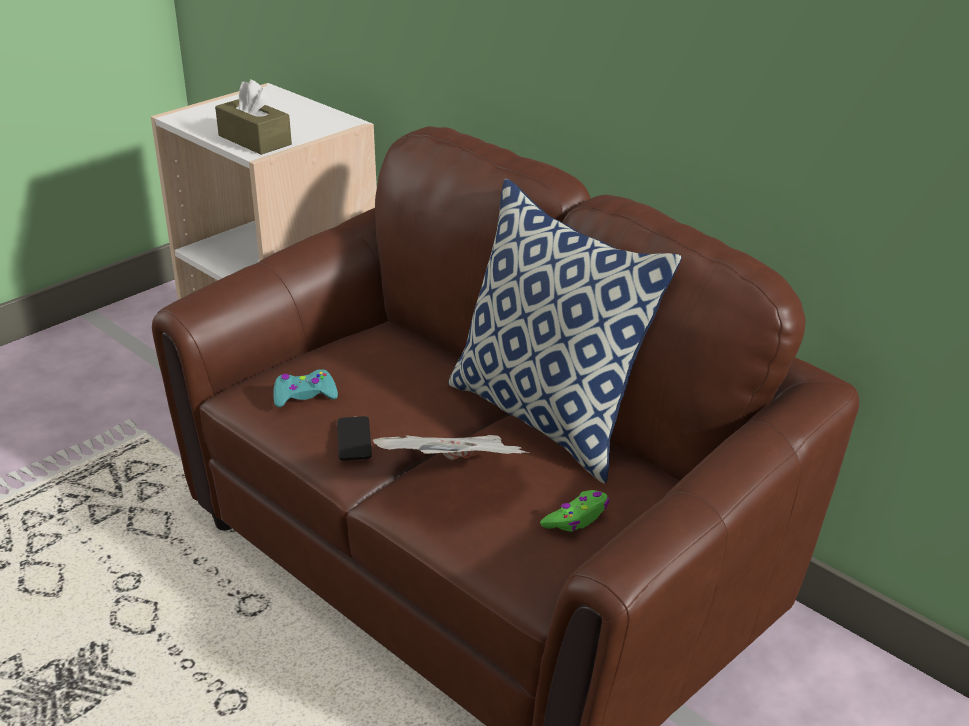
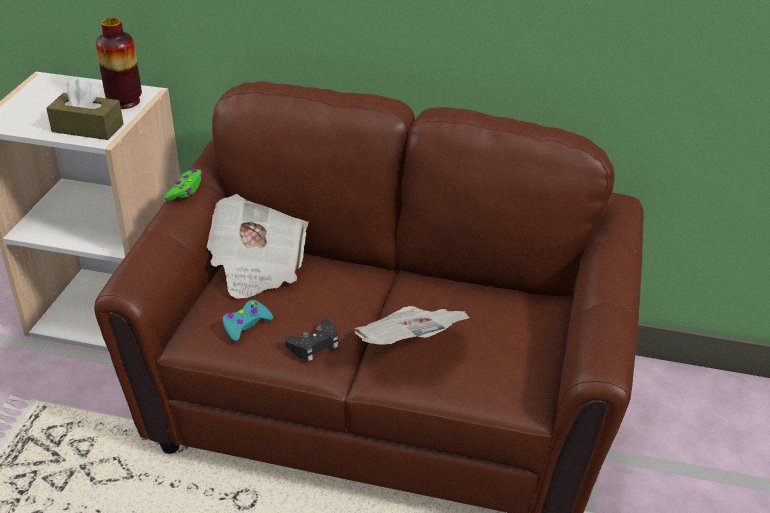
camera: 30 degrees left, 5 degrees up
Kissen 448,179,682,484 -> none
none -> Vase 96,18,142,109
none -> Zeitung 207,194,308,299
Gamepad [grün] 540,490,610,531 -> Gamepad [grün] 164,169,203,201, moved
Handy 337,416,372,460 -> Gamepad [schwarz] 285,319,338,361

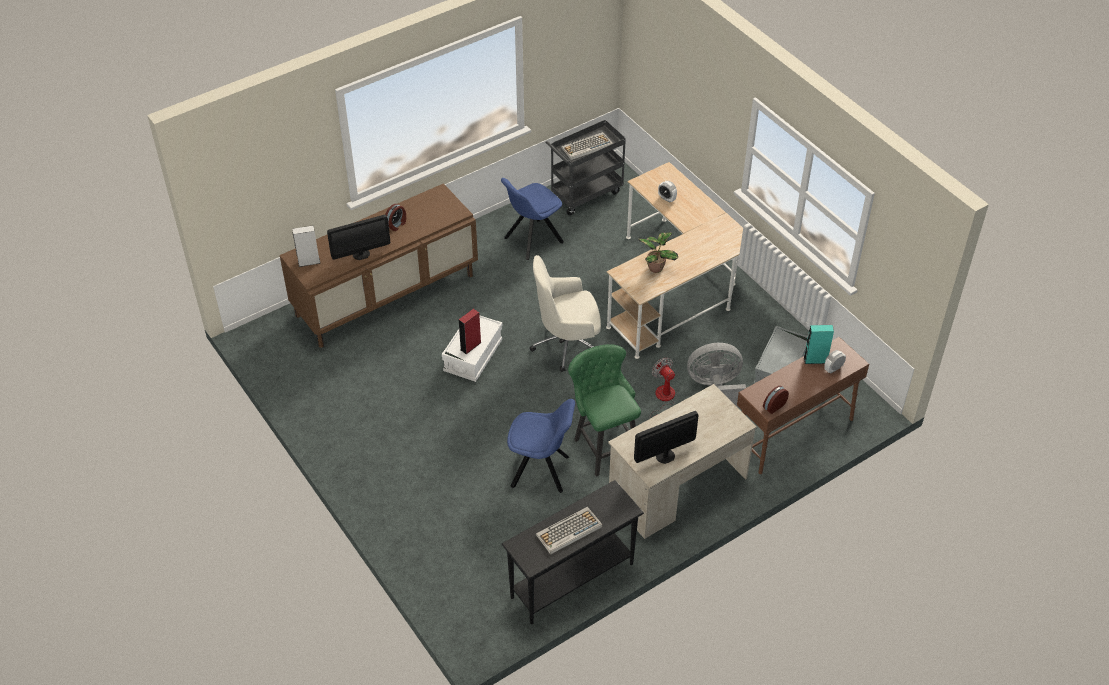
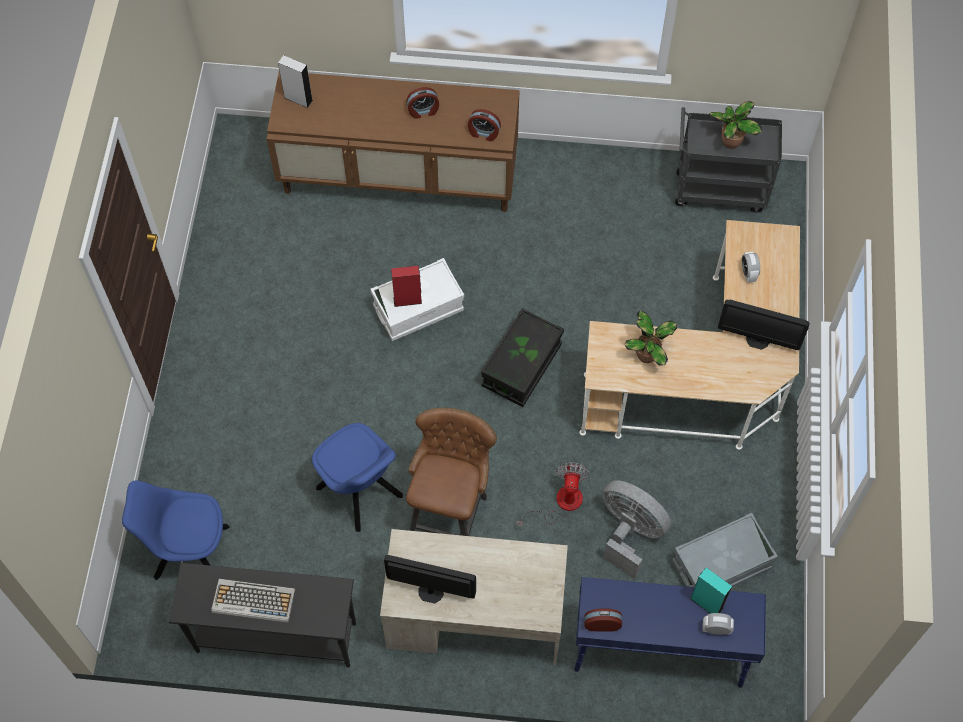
camera: 40 degrees right, 15 degrees up
none -> Wecker 468,109,501,141
Monitor 327,215,390,260 -> Monitor 718,299,810,350, moved
Stuhl [blau] 501,178,564,260 -> Stuhl [blau] 122,480,229,580, moved
Bürostuhl [beige] 529,255,601,372 -> Aufbewahrungsbox [schwarz] 481,308,564,407
Tastatur 561,132,613,160 -> Topfpflanze 709,101,762,149
Hocker [grün] 568,344,641,477 -> Hocker [braun] 406,408,497,536
Konsolentisch [braun] 737,337,869,474 -> Konsolentisch [blau] 574,577,766,688

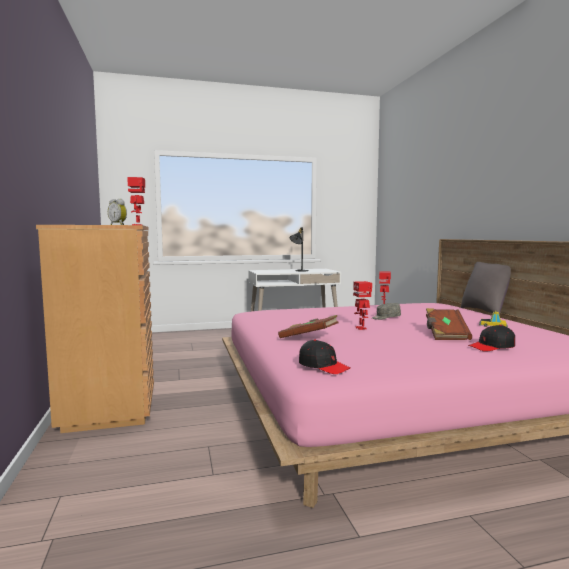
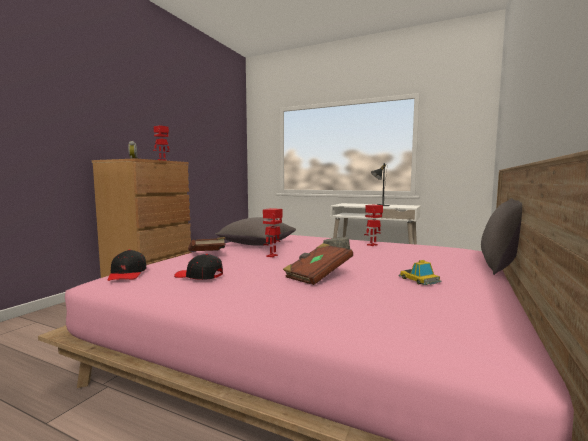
camera: 40 degrees right, 0 degrees up
none -> Kissen [grau] 215,217,296,246
Kappe [schwarz] 468,325,515,352 -> Kappe [schwarz] 174,254,223,280, moved

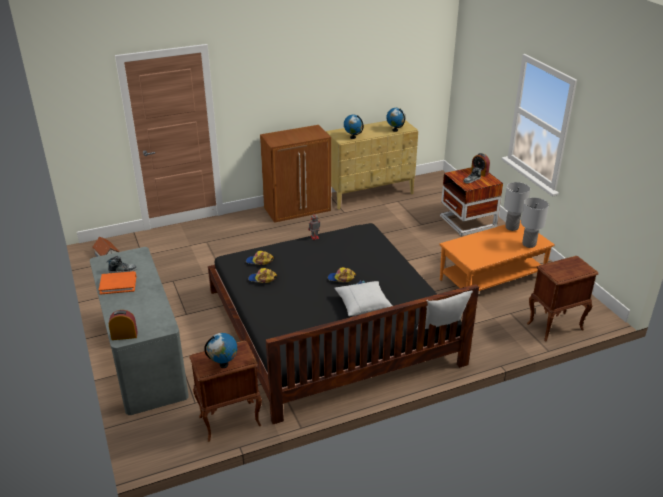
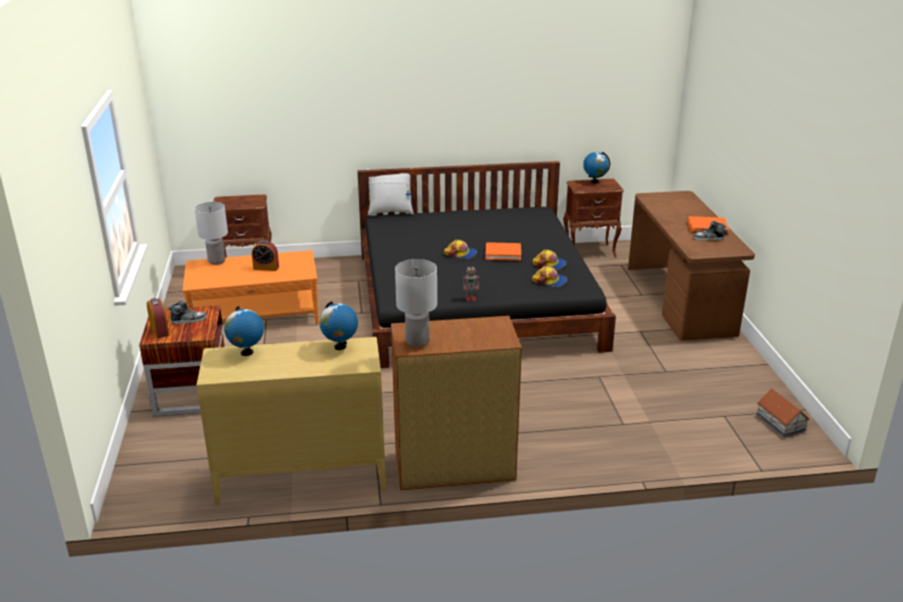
camera: 165 degrees left, 5 degrees down
Kissen [grau] 335,281,392,316 -> none
none -> Buch [orange] 485,242,521,261
Wecker 109,310,138,340 -> Wecker 252,240,279,271, moved
Tischlampe [grau] 504,182,530,231 -> Tischlampe [grau] 395,259,437,347, moved
Schreibtisch [grau] 90,247,189,415 -> Schreibtisch [braun] 628,191,755,341

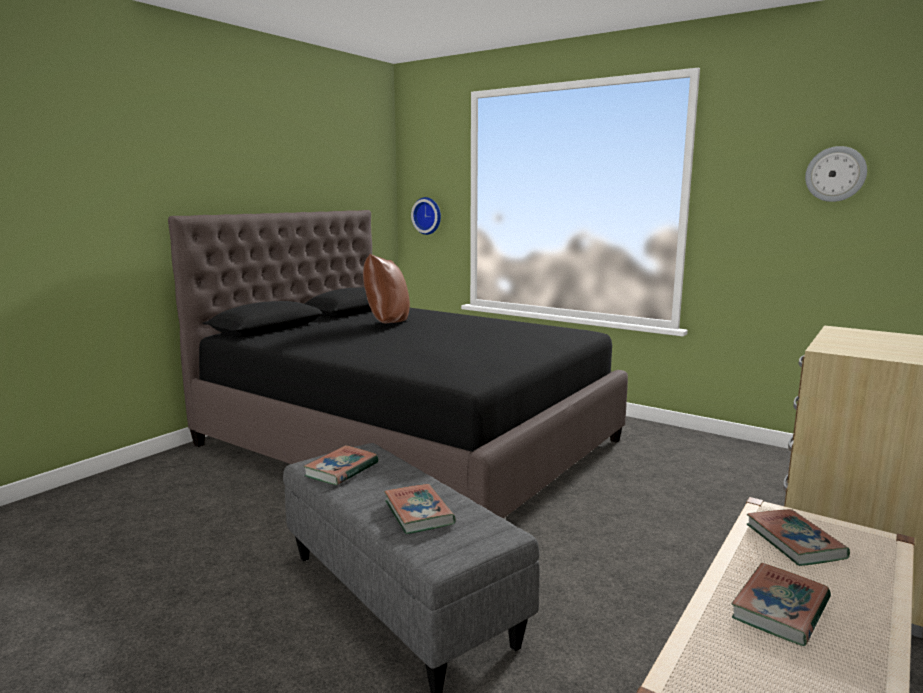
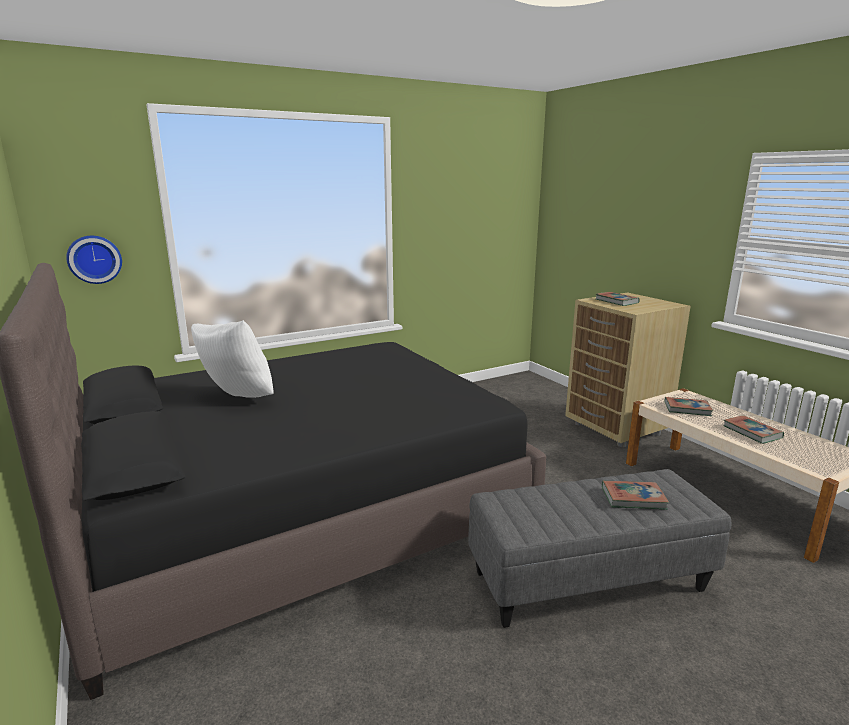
camera: 65 degrees left, 5 degrees up
Wanduhr 805,146,867,202 -> none
Buch 303,445,378,485 -> Buch 595,292,640,306, moved
Kissen [braun] 363,254,410,323 -> Kissen [weiß] 191,320,274,397

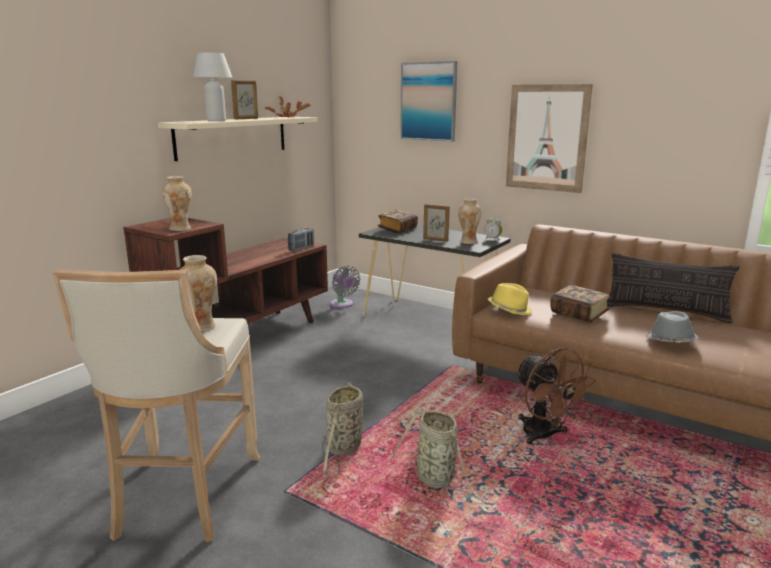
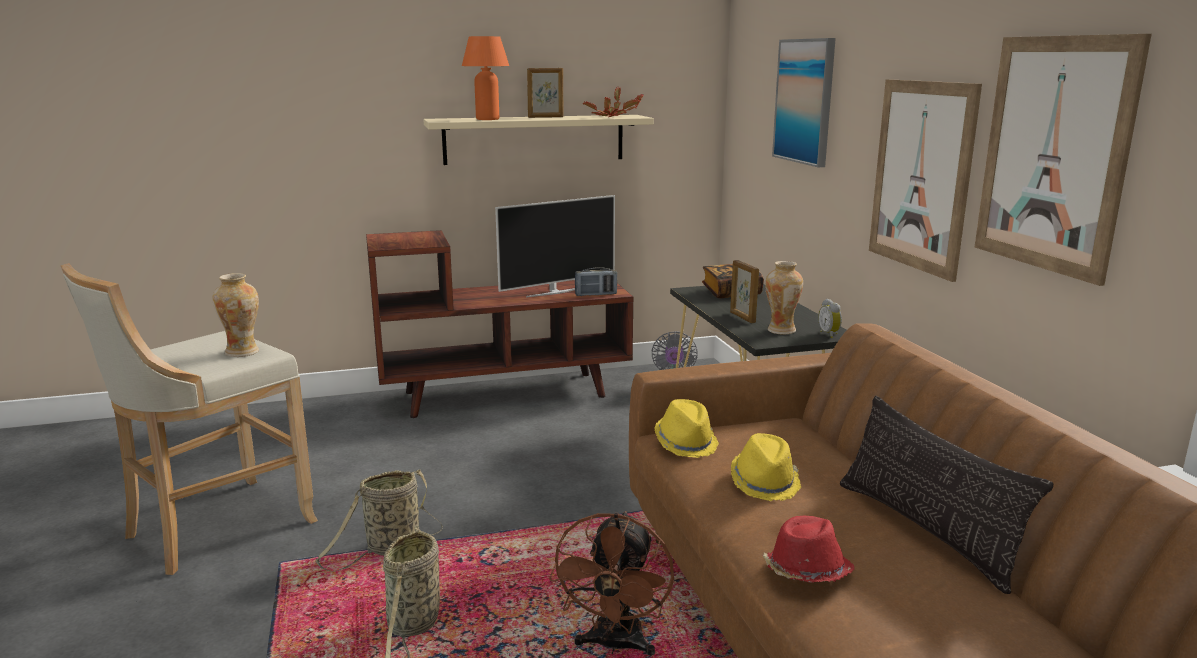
camera: 40 degrees right, 0 degrees up
Vase 162,176,192,231 -> none
none -> Fernseher 495,195,615,297
none -> Bild 975,34,1152,286
Buch 550,285,610,323 -> Hut [gelb] 731,433,801,501
Tischlampe [weiß] 193,53,232,121 -> Tischlampe [orange] 462,36,509,120
Hut [grau] 646,311,698,343 -> Hut [rot] 763,515,855,582

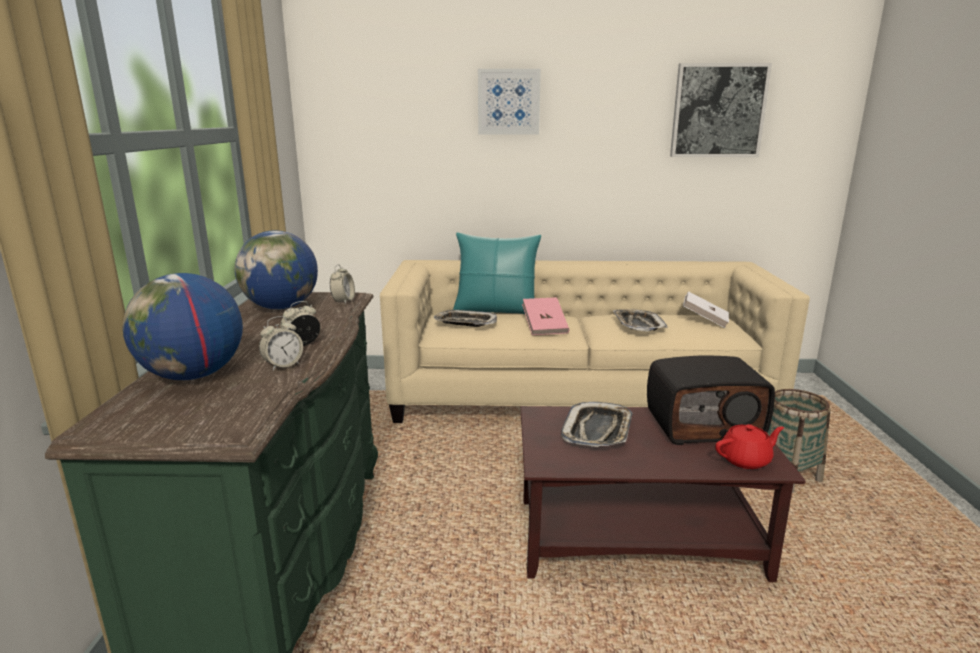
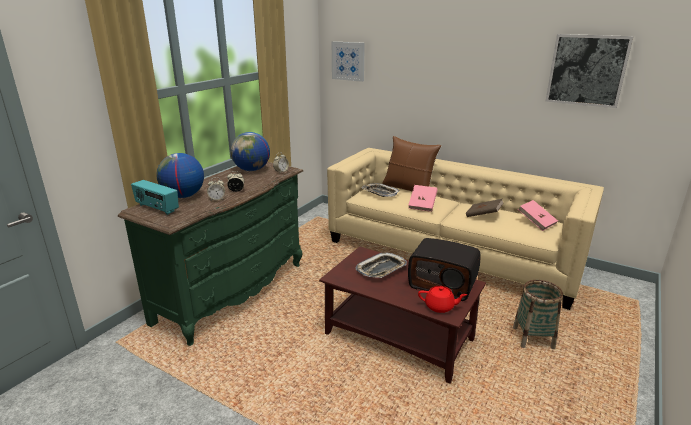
camera: 30 degrees right, 5 degrees up
none -> Radio 131,180,179,215
Bild 478,69,541,135 -> Bild 332,41,365,82, moved
Tablett 613,309,668,332 -> Buch [braun] 466,199,504,217
Kissen [türkis] 453,233,541,314 -> Kissen [braun] 382,136,441,191
Buch [weiß] 683,291,729,328 -> Buch [rosa] 518,200,558,231

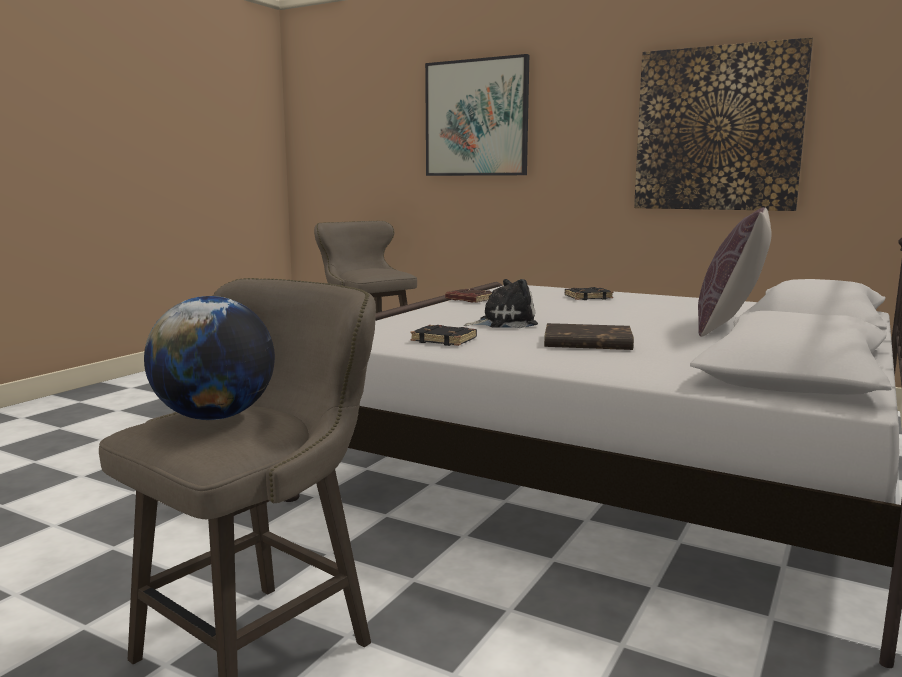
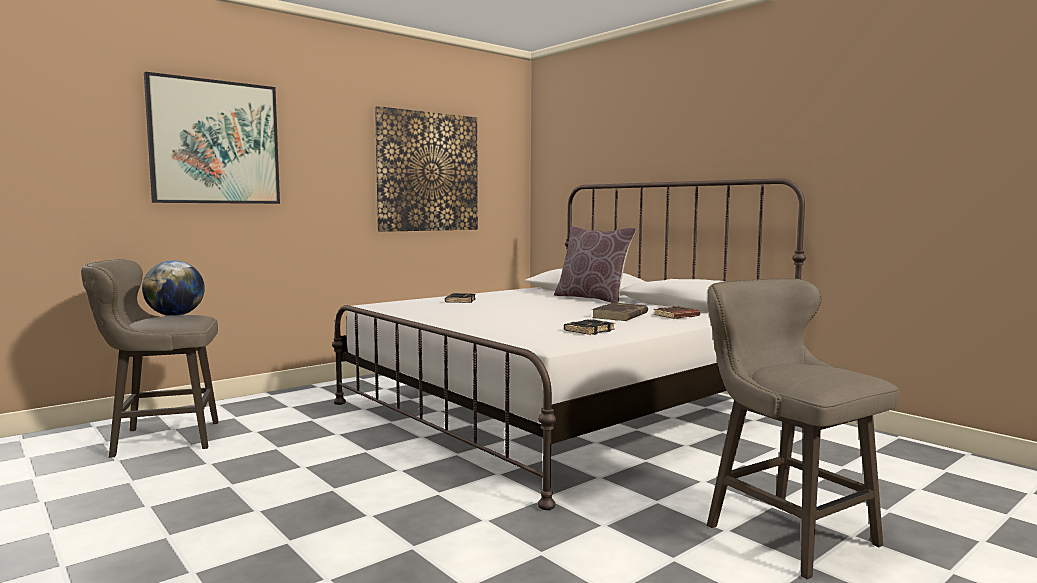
camera: 70 degrees left, 5 degrees down
Plüschtier 464,279,538,328 -> none
Globus 144,296,275,420 -> Globus 142,260,205,316, moved
Buch [braun] 445,288,492,303 -> Buch [braun] 653,306,700,319, moved

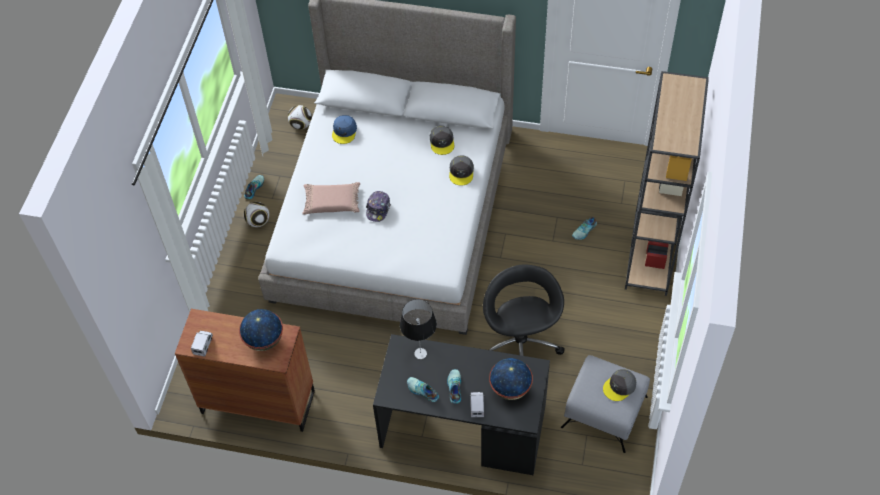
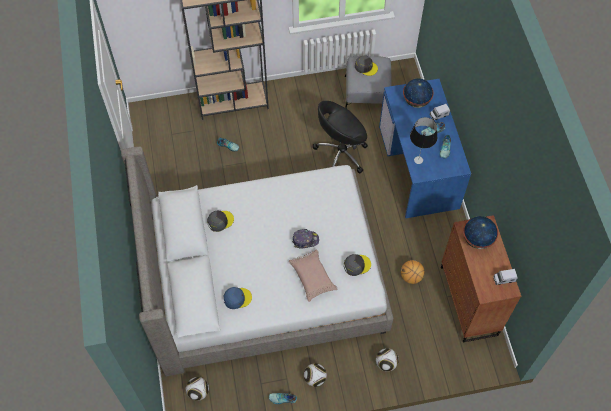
camera: 115 degrees left, 5 degrees up
none -> Fußball 376,348,399,371
none -> Basketball 401,260,425,284
Kappe [grau] 449,155,474,186 -> Kappe [grau] 344,254,371,276, moved
Schreibtisch [schwarz] 373,334,550,475 -> Schreibtisch [blau] 379,79,471,218

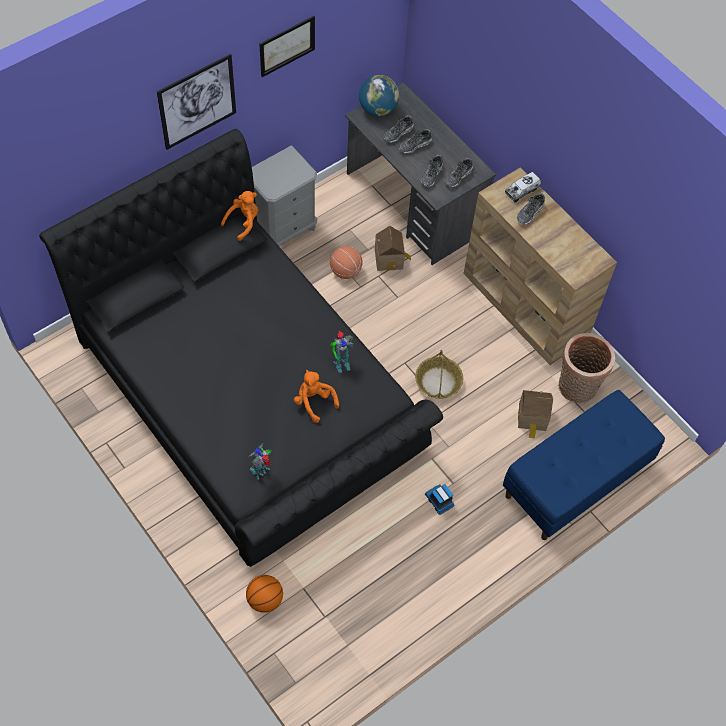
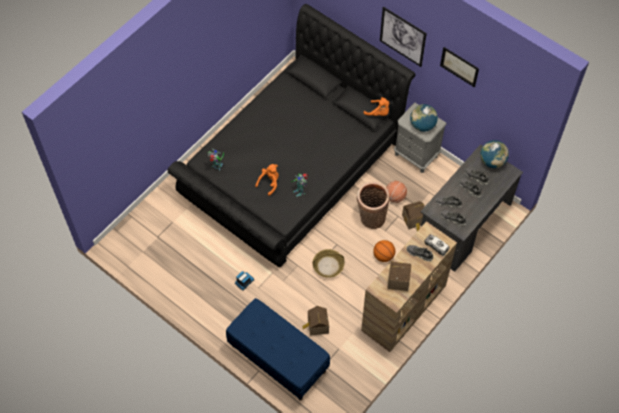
camera: 80 degrees right, 0 degrees up
none -> Spielzeughaus 388,262,411,291
none -> Globus 410,104,438,132
Basketball 246,575,283,613 -> Basketball 373,240,395,262, moved
Korb 559,333,615,403 -> Korb 357,182,390,229, moved

